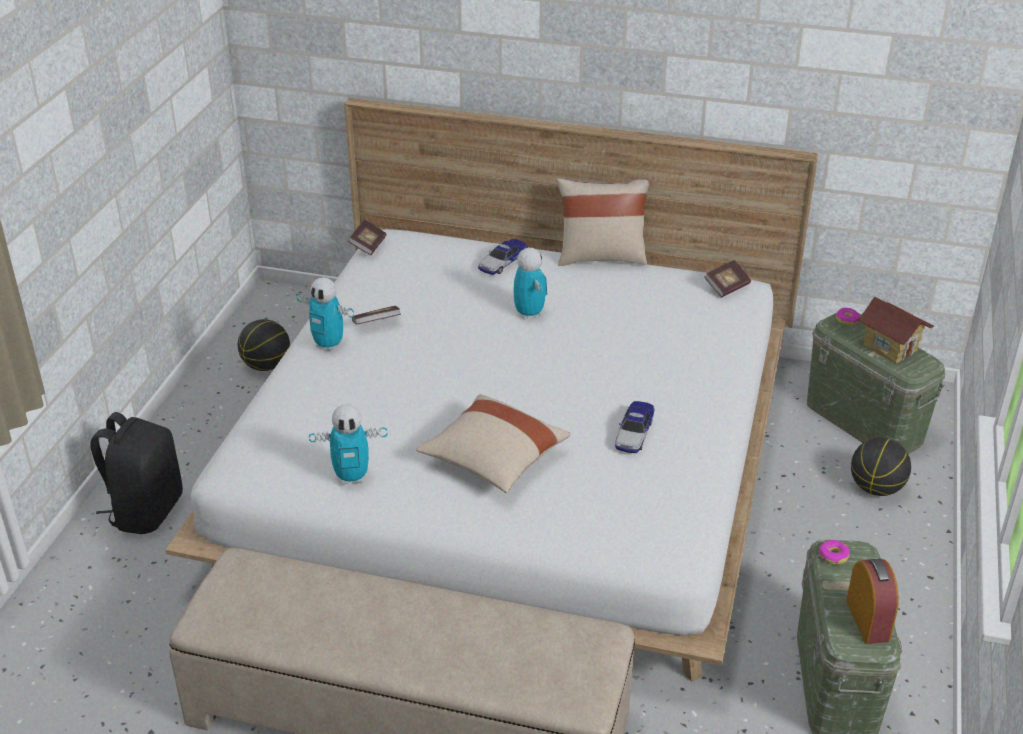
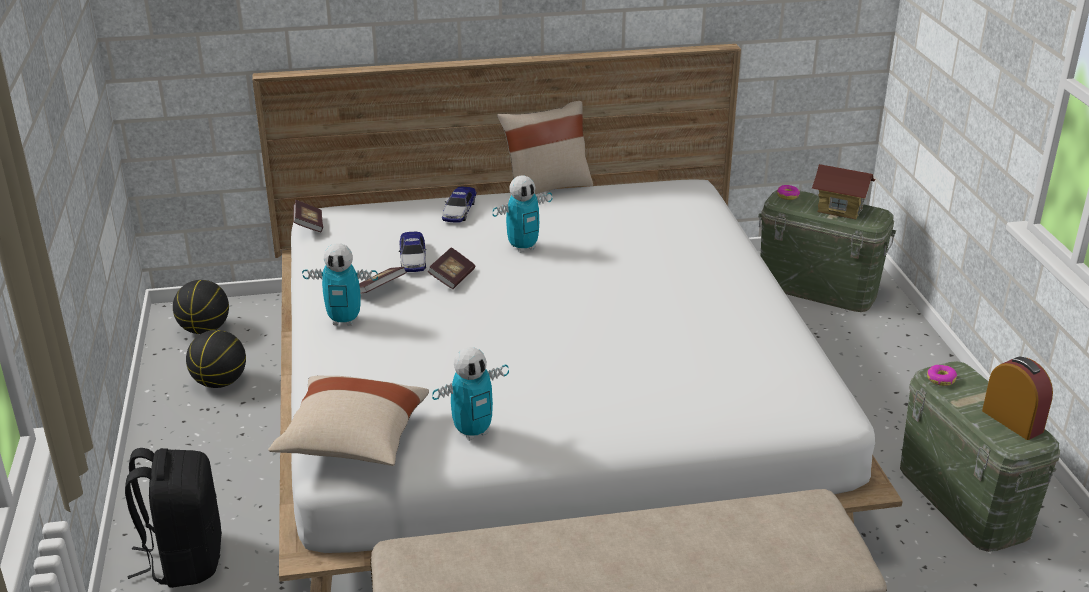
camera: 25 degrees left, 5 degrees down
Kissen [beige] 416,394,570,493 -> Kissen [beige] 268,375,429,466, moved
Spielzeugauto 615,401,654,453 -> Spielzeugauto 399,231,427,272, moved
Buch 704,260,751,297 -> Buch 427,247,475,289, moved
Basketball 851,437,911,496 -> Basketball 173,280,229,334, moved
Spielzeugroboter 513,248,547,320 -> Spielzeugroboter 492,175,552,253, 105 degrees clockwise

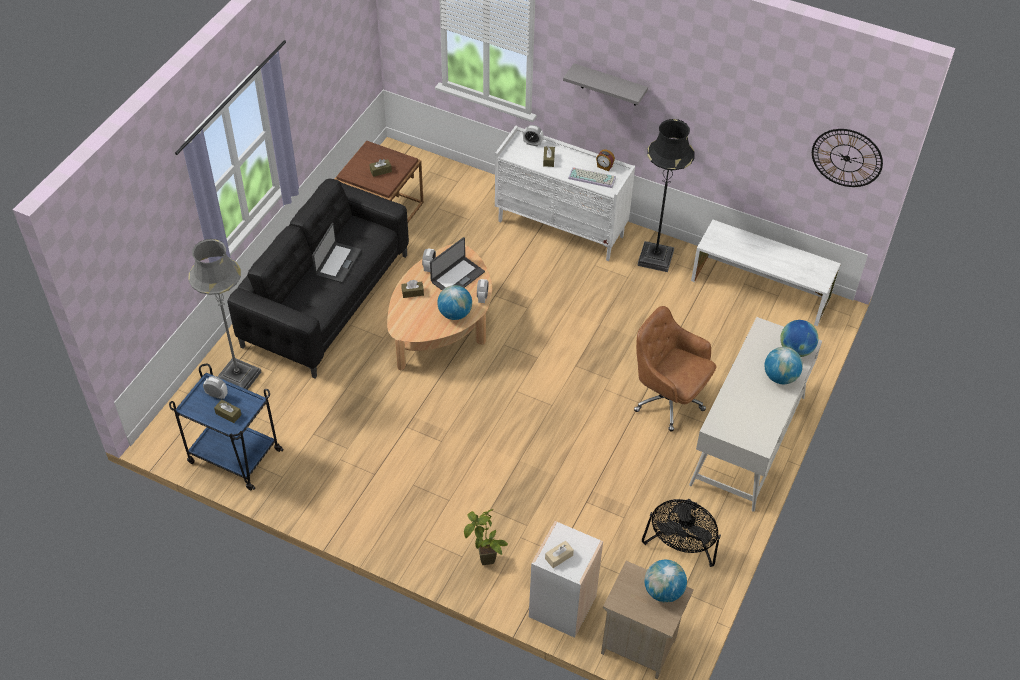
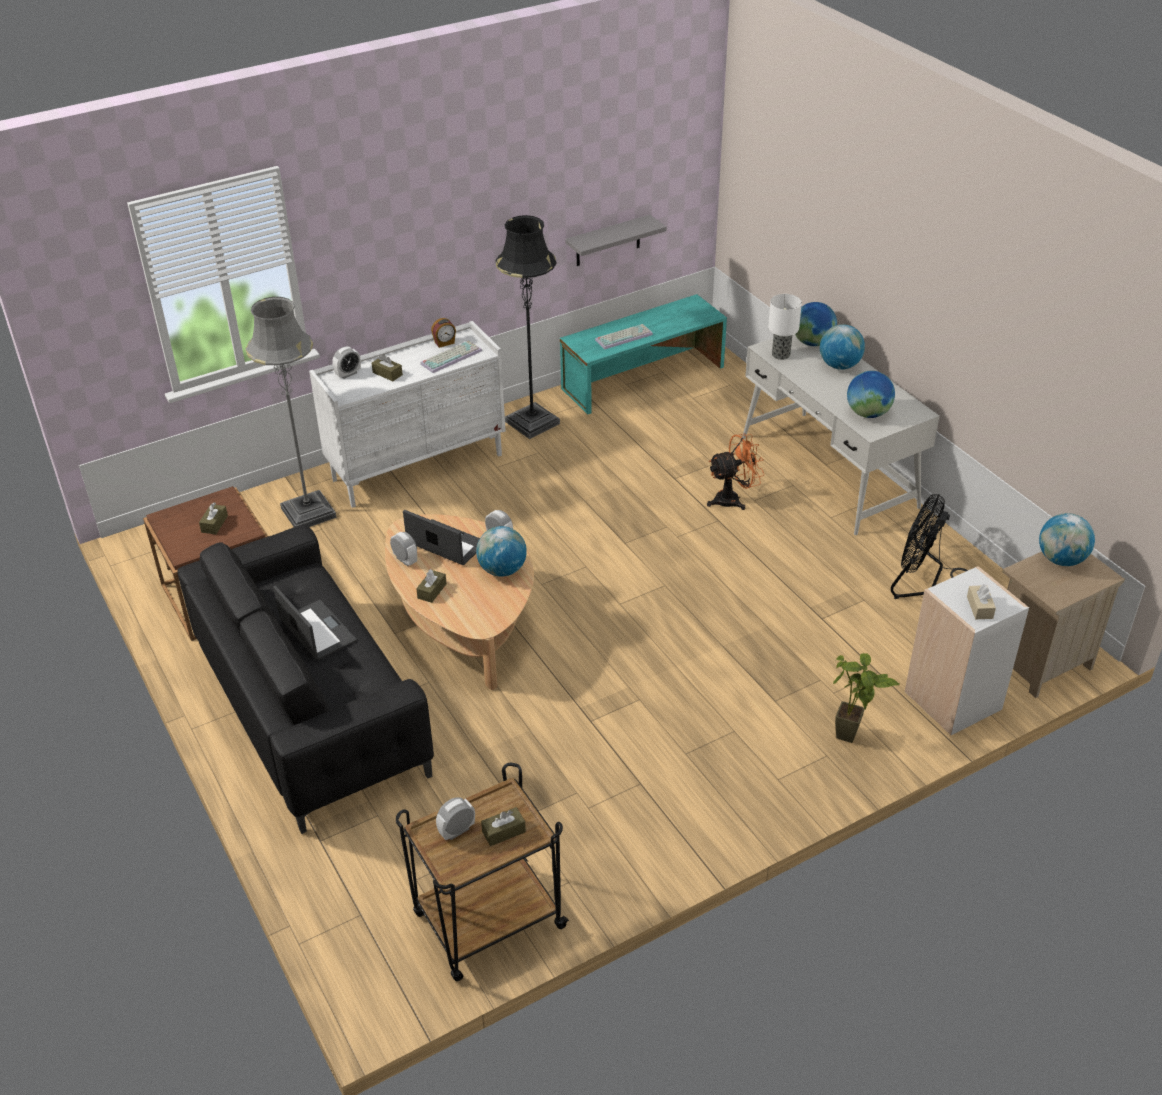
camera: 55 degrees left, 10 degrees down
Wanduhr 812,129,883,187 -> none
none -> Tastatur 595,324,653,349
none -> Tischlampe 768,294,802,360
none -> Globus 847,371,895,418
Stehlampe [grau] 189,239,261,390 -> Stehlampe [grau] 246,297,337,527, moved
Wandregal [grau] 563,63,648,106 -> Wandregal [grau] 565,215,667,266, moved
Bürostuhl [braun] 634,306,716,431 -> Ventilator [orange] 707,434,764,510
Rollwagen [blau] 169,364,284,490 -> Rollwagen [braun] 396,763,570,981
Bank [weiß] 691,220,841,326 -> Bank [türkis] 560,294,727,414
Laptop 430,237,485,290 -> Laptop 403,510,480,565, 45 degrees counterclockwise
Ventilator [schwarz] 642,499,721,567 -> Ventilator [schwarz] 891,494,968,599, 150 degrees clockwise

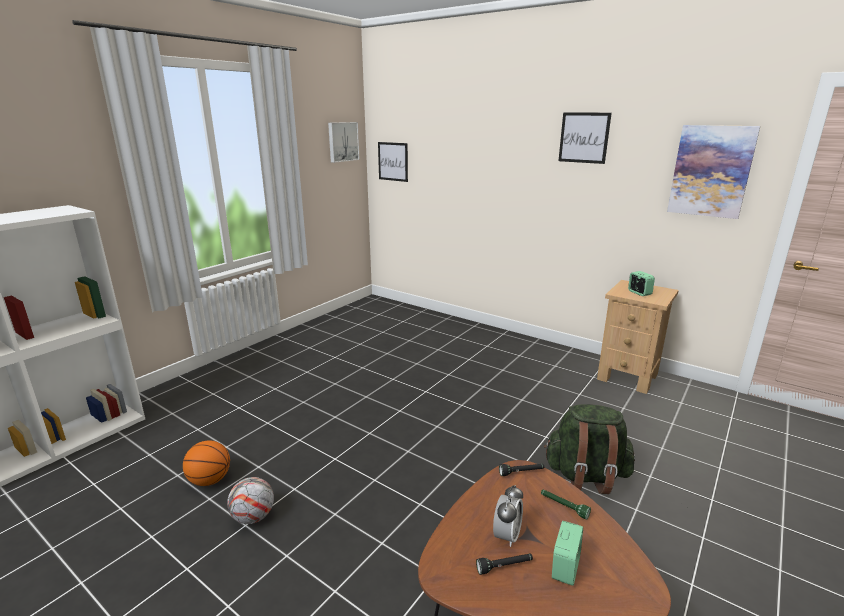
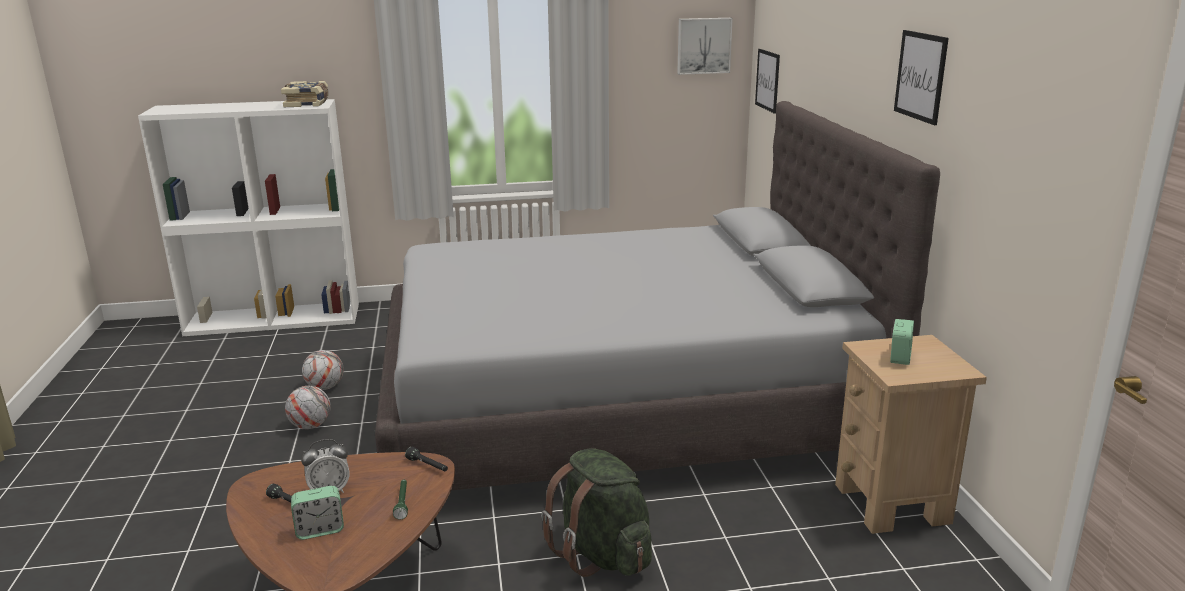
camera: 45 degrees right, 0 degrees up
Bild 667,125,760,219 -> none
none -> Buch 281,81,329,107
none -> Bett [grau] 375,101,940,490
Basketball 183,440,230,486 -> Fußball 302,350,344,390

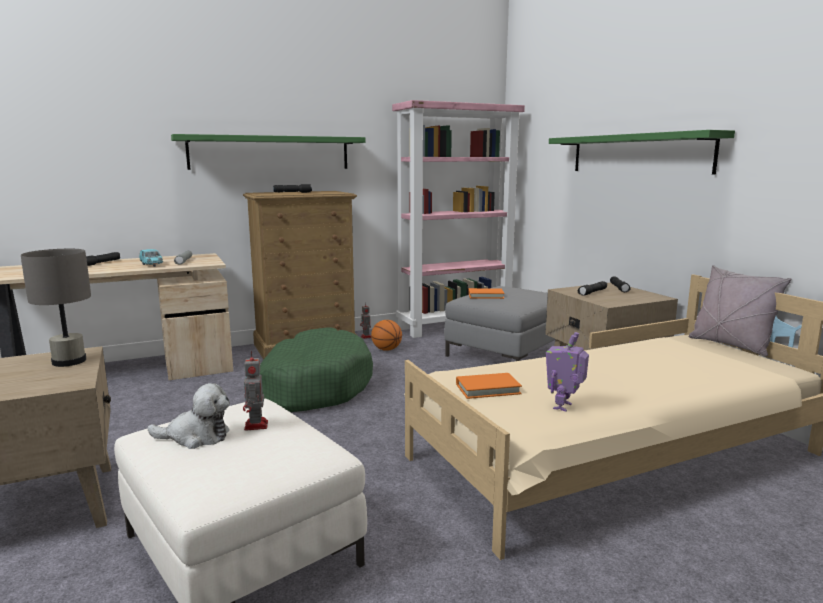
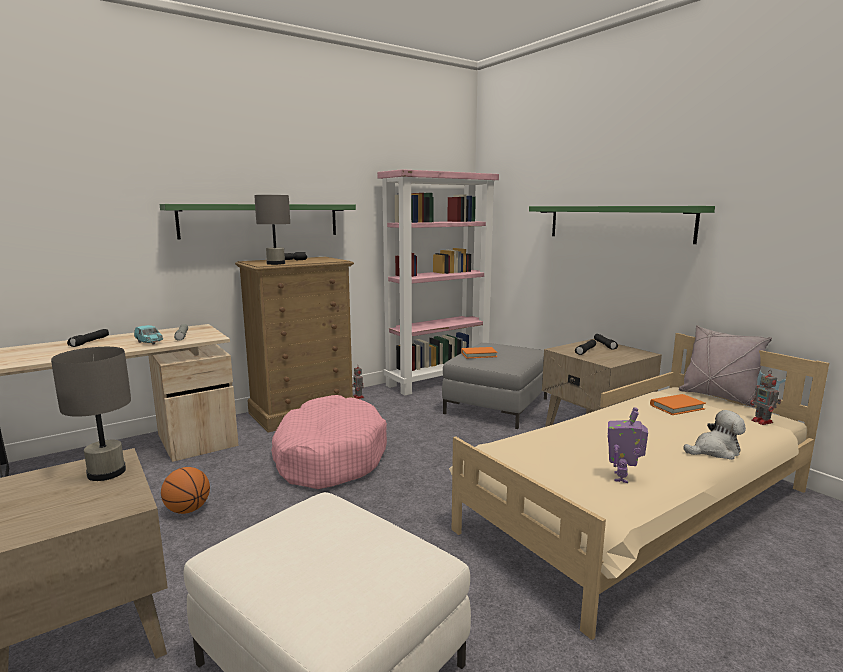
camera: 10 degrees left, 0 degrees up
none -> Tischlampe [grau] 254,195,290,265
Plüschtier 147,383,230,449 -> Plüschtier 683,410,746,460, moved
Spielzeugroboter 243,351,268,431 -> Spielzeugroboter 750,371,781,425, moved
Basketball 371,320,402,351 -> Basketball 161,467,210,514, moved
Buch [orange] 456,373,522,399 -> Buch [orange] 650,394,706,415, moved
Hundebett [grün] 260,327,373,412 -> Hundebett [rosa] 271,395,387,489

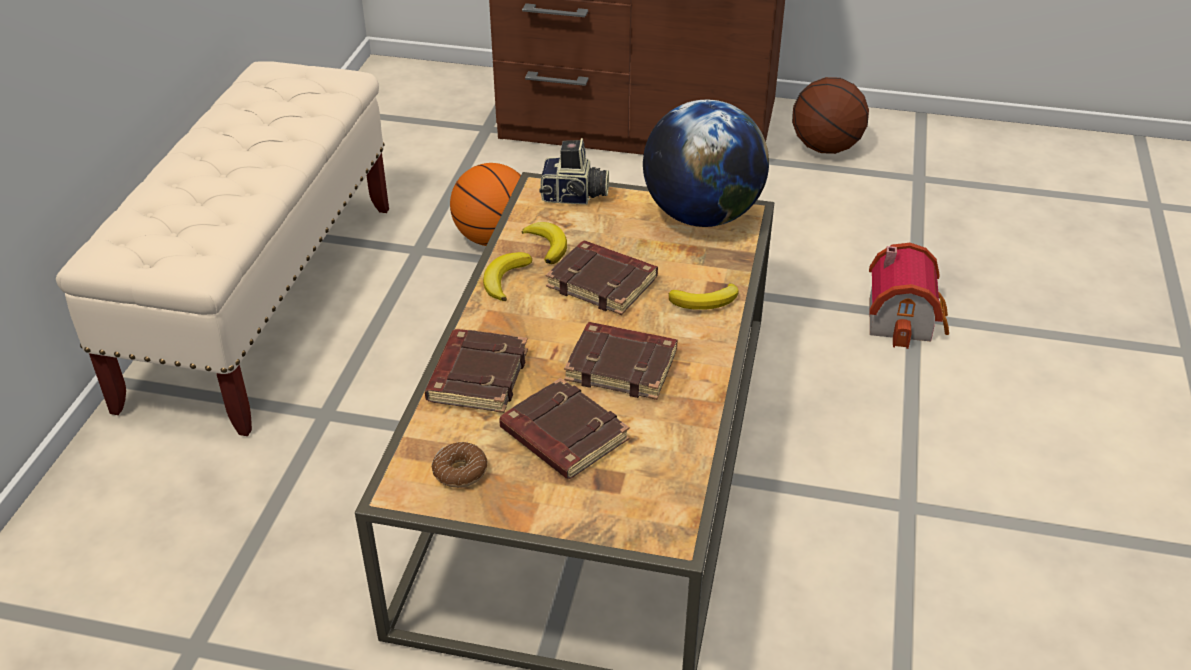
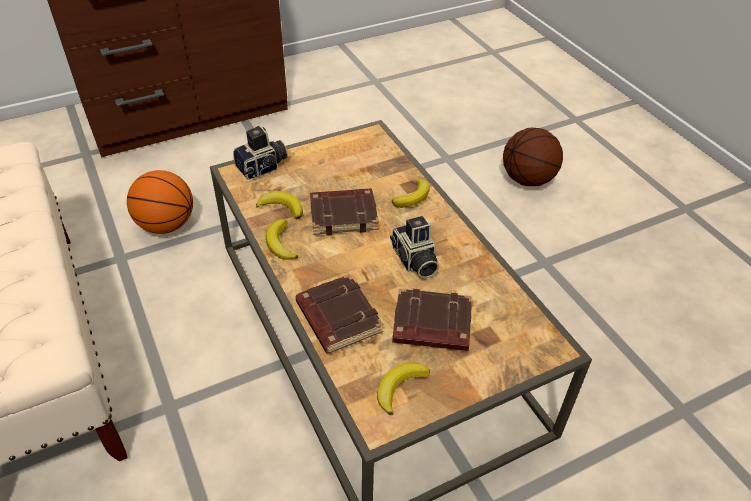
camera: 40 degrees left, 5 degrees up
Globus 643,100,769,227 -> none
Spielzeughaus 869,243,949,349 -> none
Basketball 792,77,869,154 -> Basketball 503,128,563,186, moved
Donut 432,442,487,488 -> Banane 377,362,430,415
Buch [braun] 564,322,677,400 -> Kamera 390,216,439,278

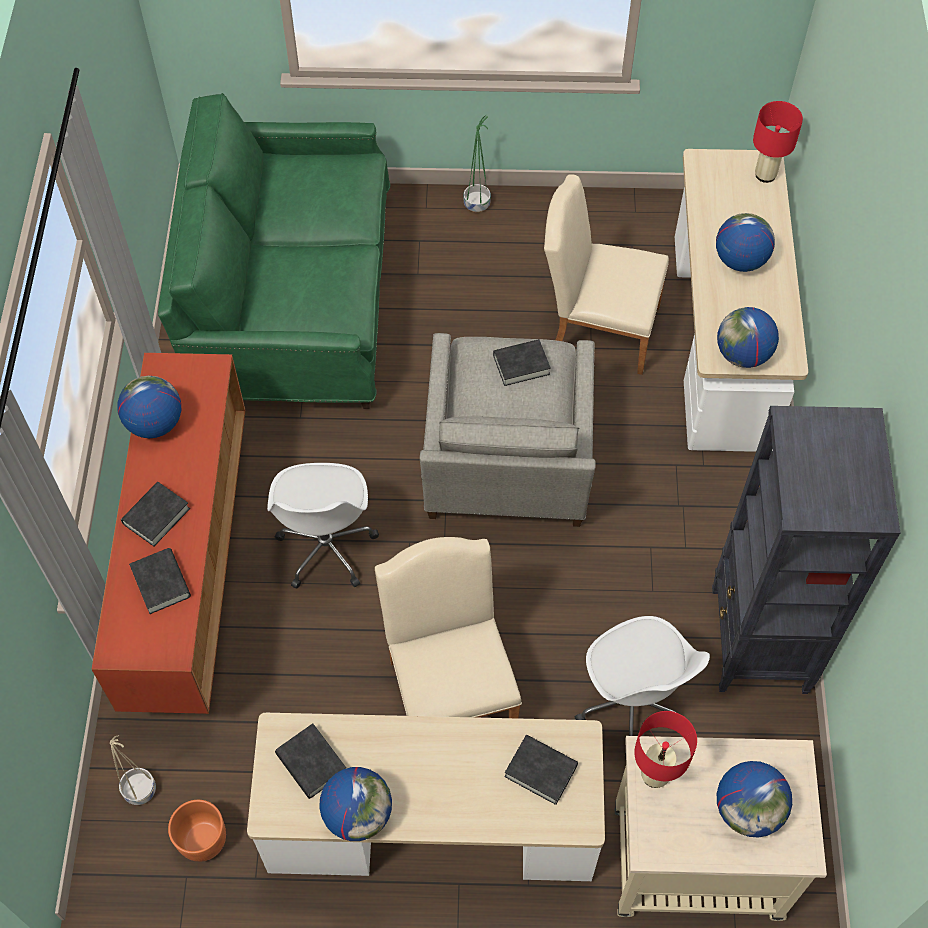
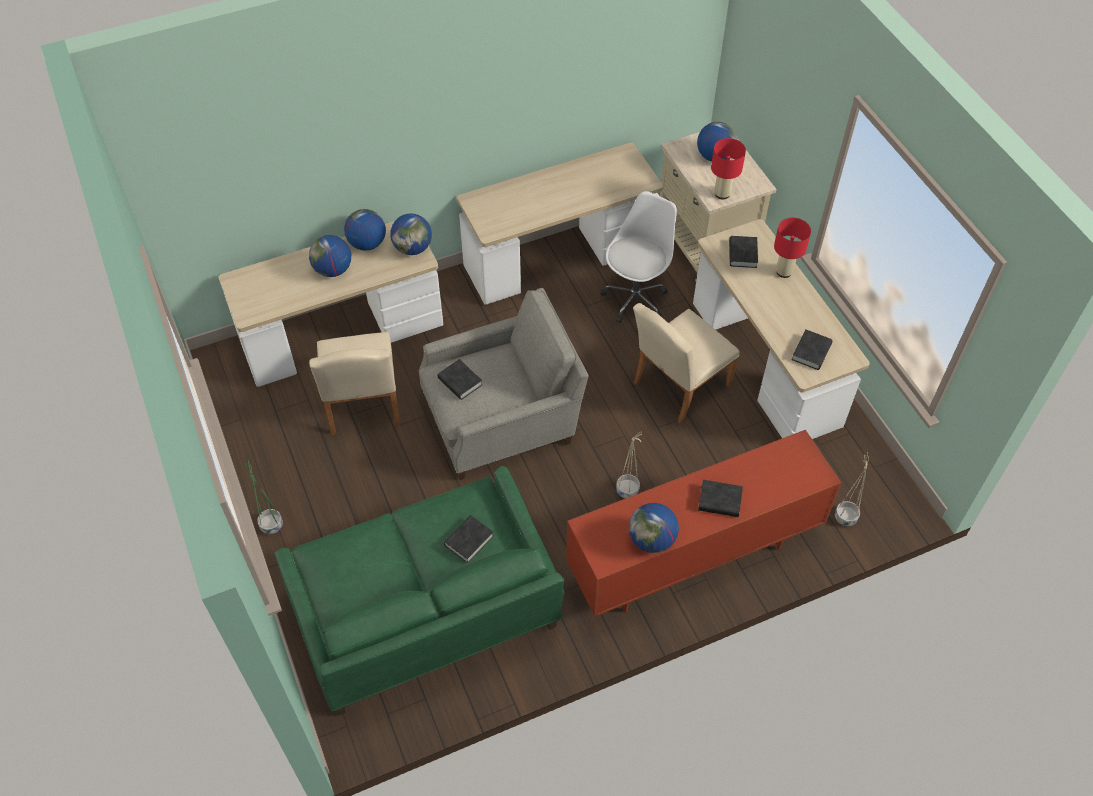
camera: 115 degrees left, 5 degrees down
Pflanzkübel [orange] 168,800,226,862 -> none
Buch [schwarz] 129,548,191,614 -> Buch [schwarz] 444,515,494,563, moved
Globus 319,767,392,841 -> Globus 344,209,386,251, moved
Tischlampe [rot] 753,101,803,183 -> Tischlampe [rot] 774,218,811,278, moved
Bürostuhl [weiß] 267,463,379,589 -> Pflanzkübel [beige] 616,432,642,498
Bücherregal [schwarz] 712,406,900,694 -> Schreibtisch 457,142,663,305

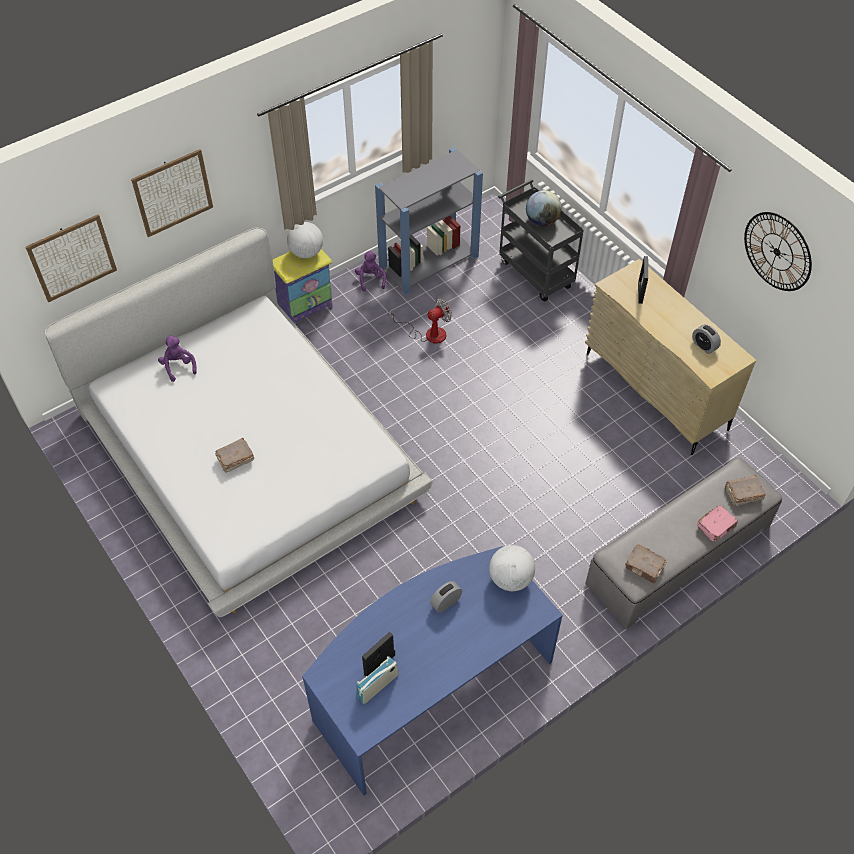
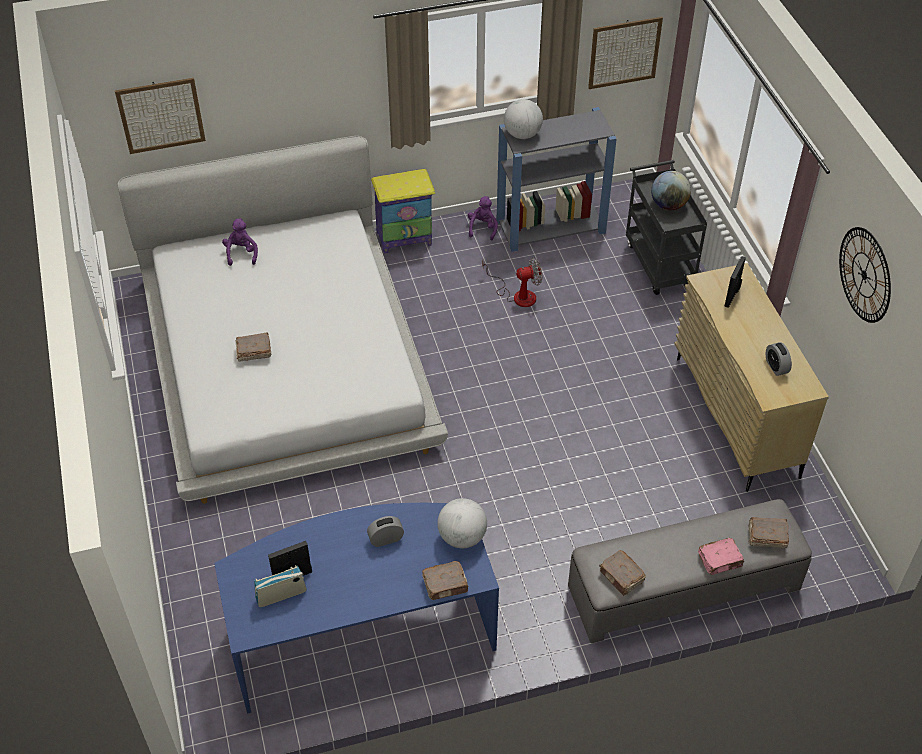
camera: 20 degrees right, 5 degrees down
none -> Buch [braun] 422,561,469,600
Bild 131,149,213,237 -> Bild 588,17,663,89, moved
Globus 287,222,323,258 -> Globus 504,99,543,139, moved

